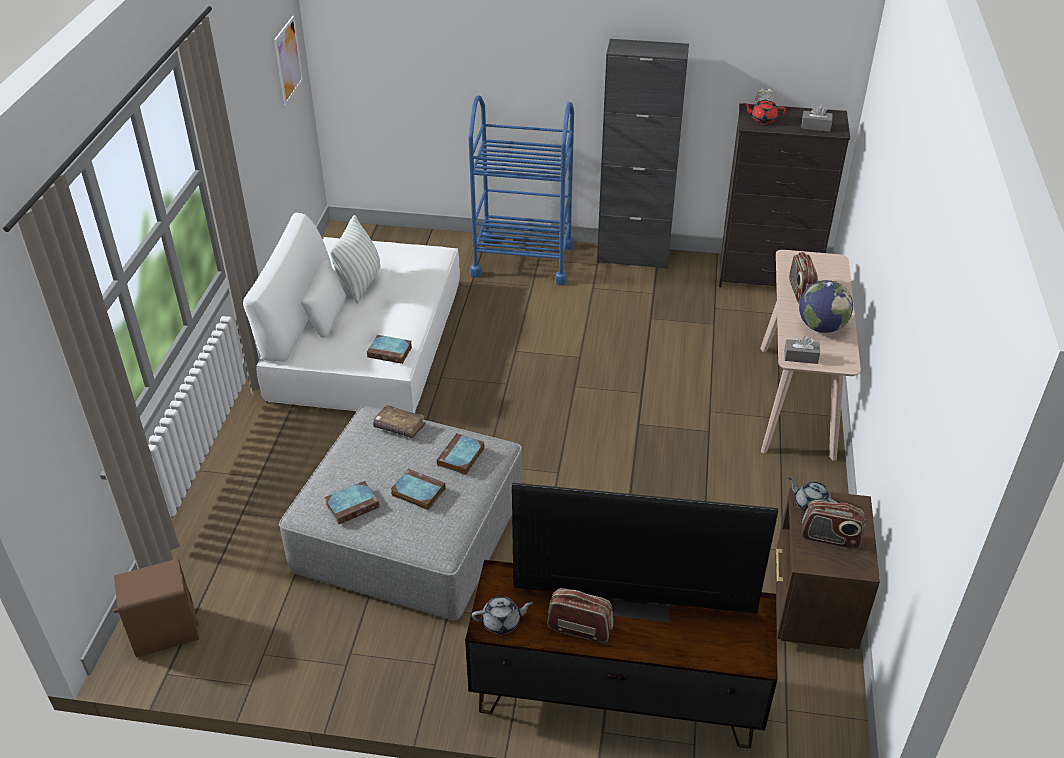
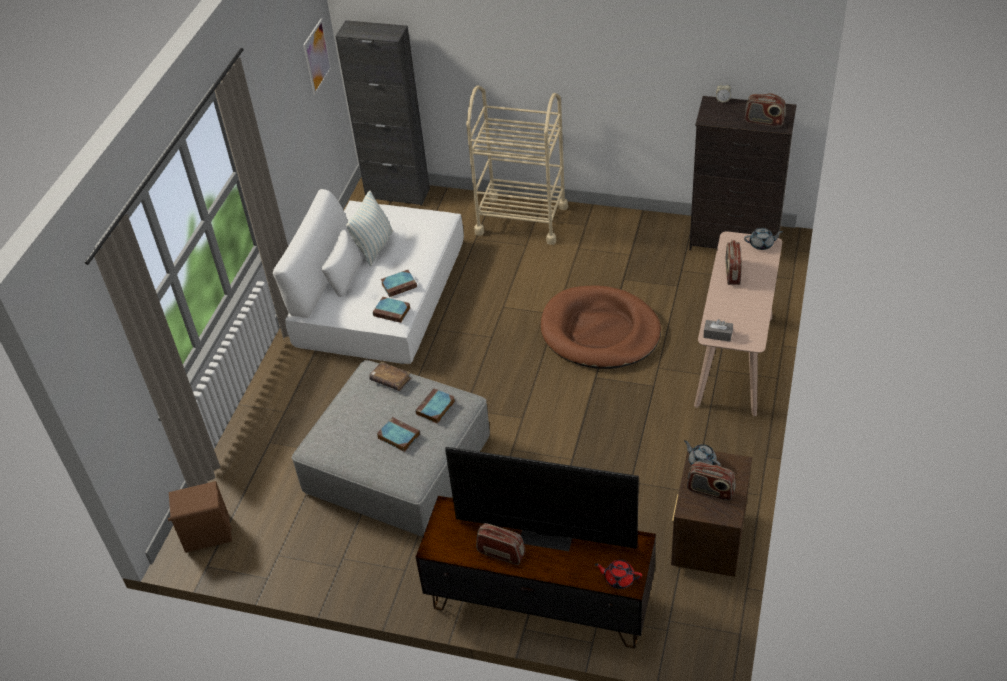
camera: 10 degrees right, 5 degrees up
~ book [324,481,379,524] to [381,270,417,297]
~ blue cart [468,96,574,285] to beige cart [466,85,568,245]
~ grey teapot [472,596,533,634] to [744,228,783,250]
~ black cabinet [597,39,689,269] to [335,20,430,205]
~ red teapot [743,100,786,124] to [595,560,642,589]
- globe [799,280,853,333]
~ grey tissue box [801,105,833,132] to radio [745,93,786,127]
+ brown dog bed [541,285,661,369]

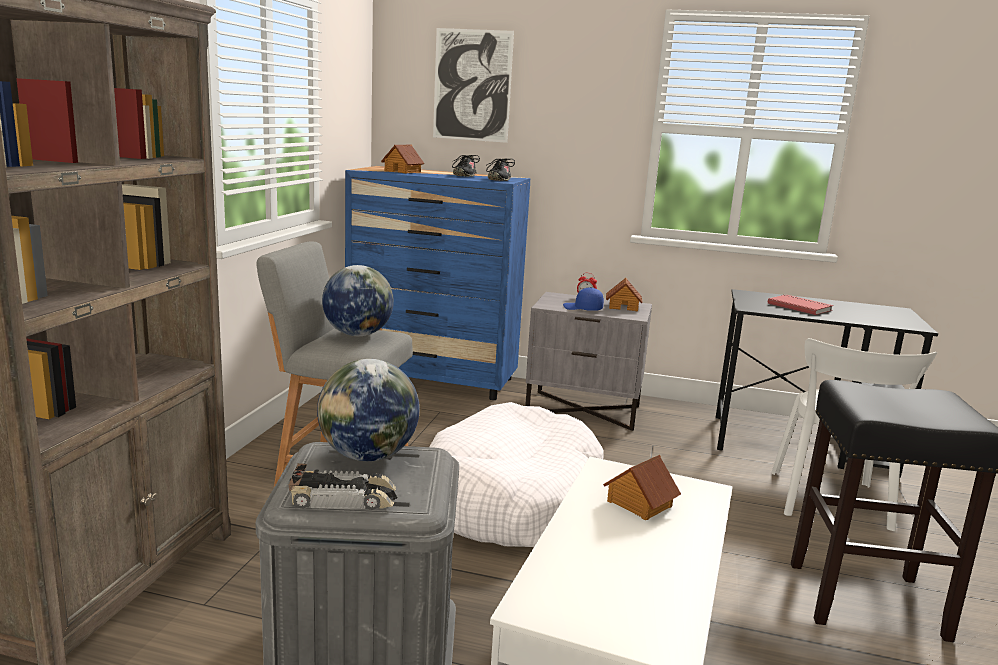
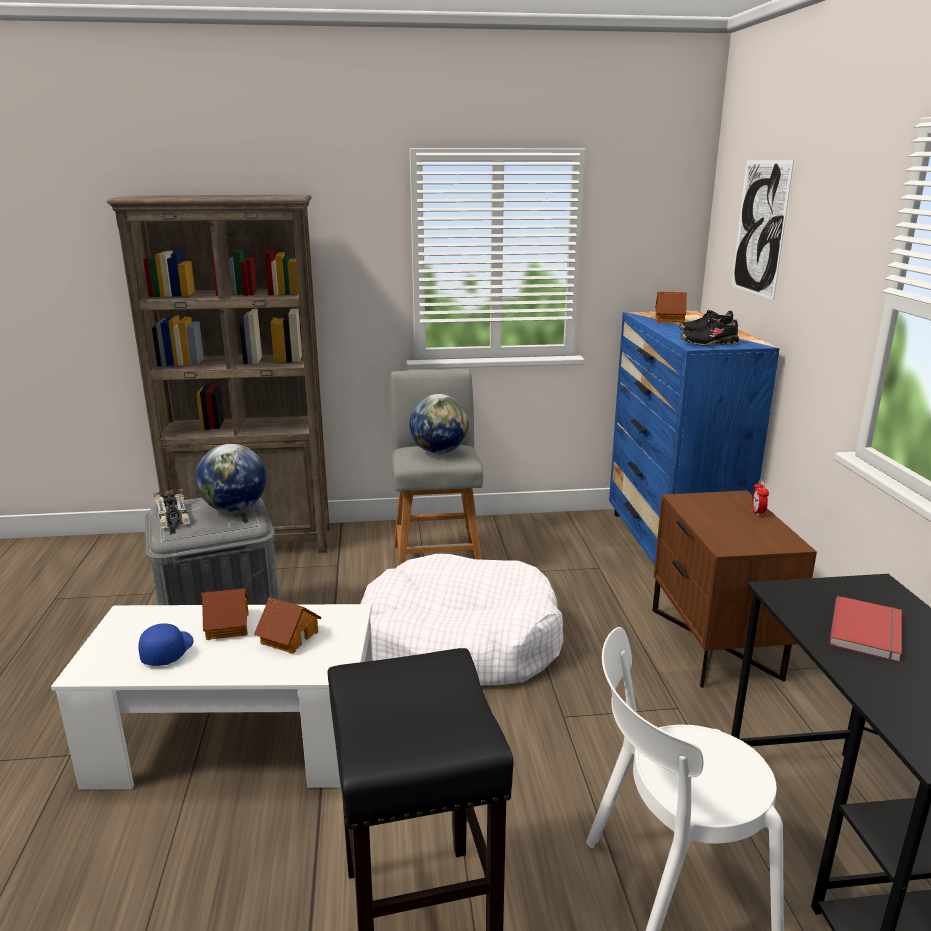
camera: 70 degrees right, 5 degrees up
~ grey nightstand [525,292,652,431] to brown nightstand [652,491,817,688]
~ blue cap [563,287,604,311] to [138,623,194,666]
~ toy house [606,278,643,311] to [201,588,249,640]

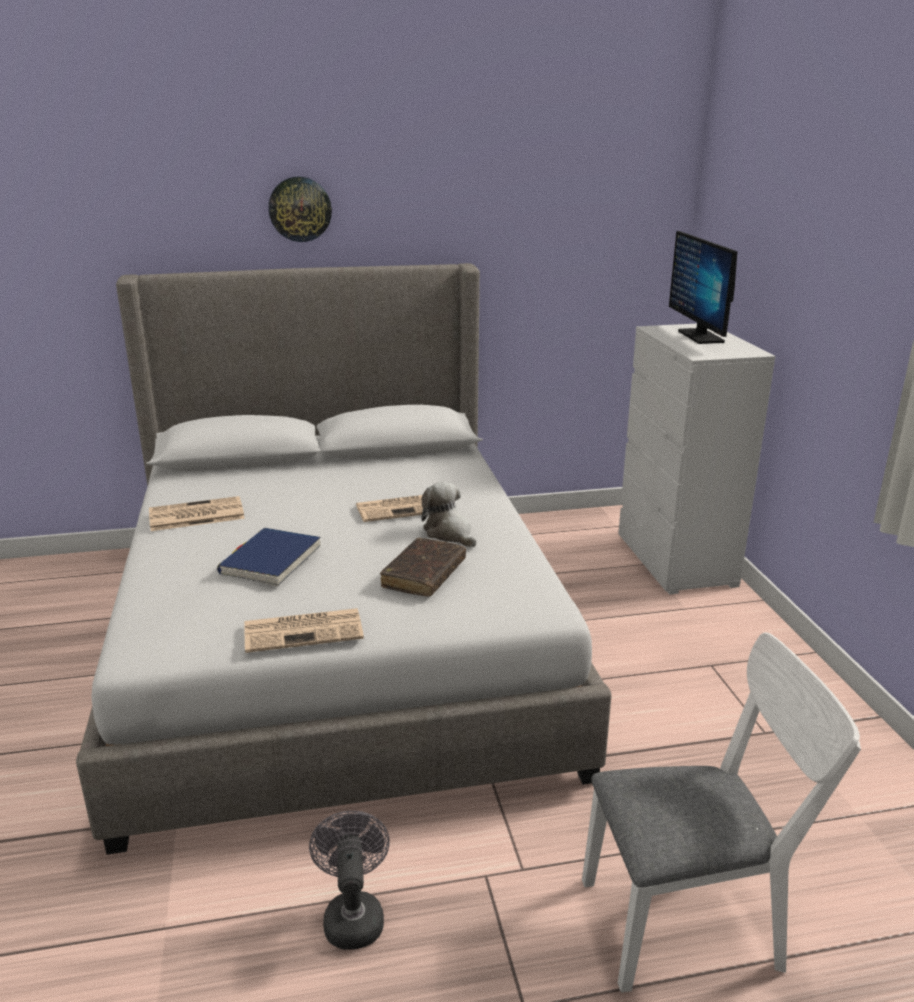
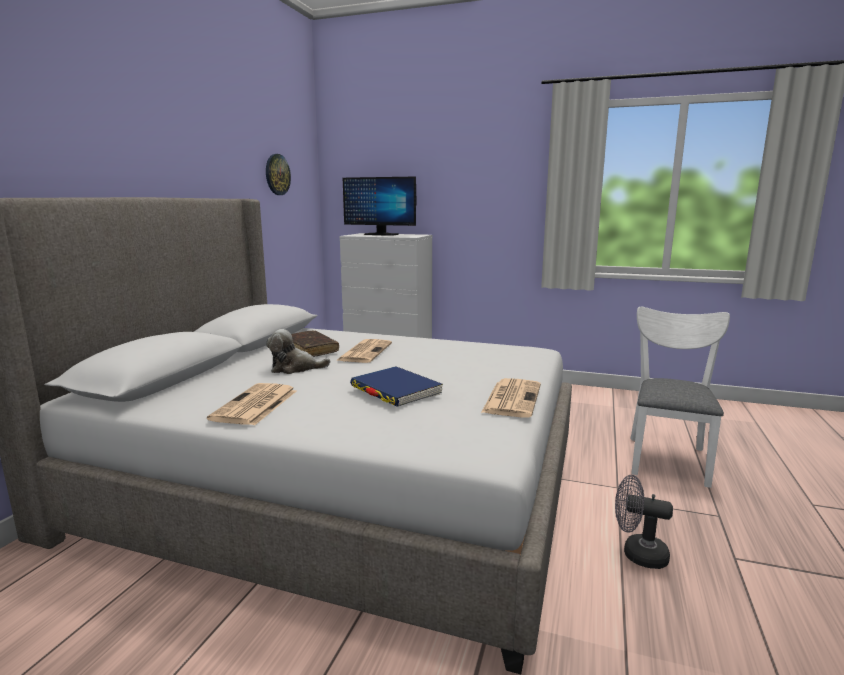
camera: 60 degrees left, 10 degrees down
~ wall clock [269,177,332,242] to [266,154,291,195]
~ brown book [380,538,466,597] to [291,330,339,357]
~ plush toy [421,482,476,547] to [266,329,330,374]

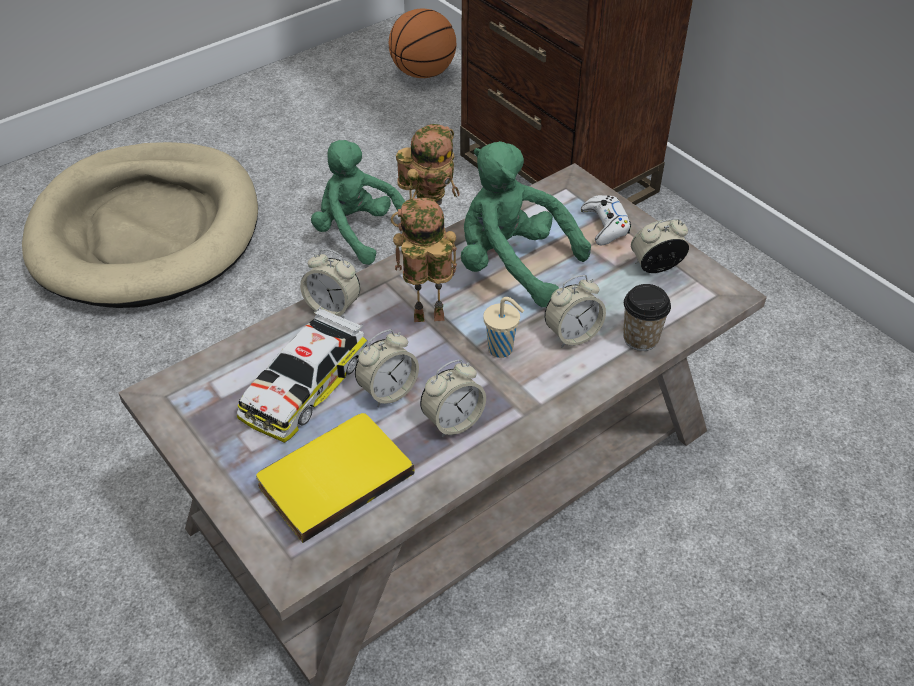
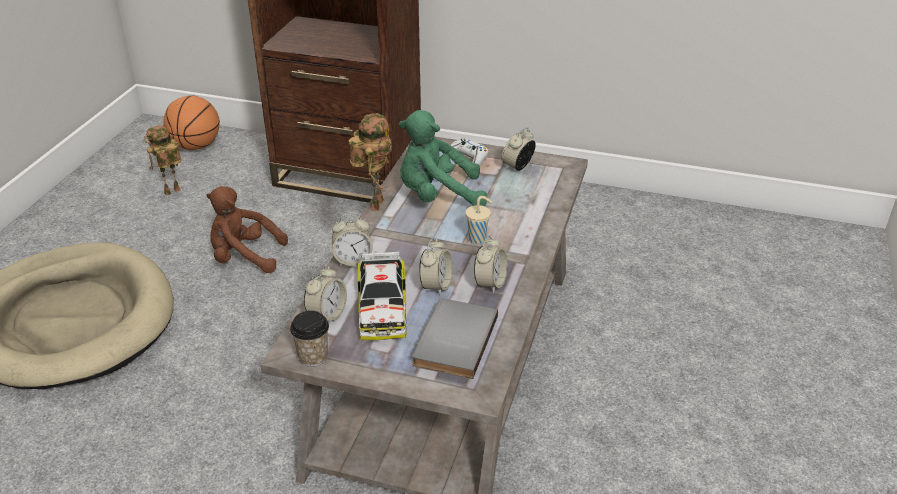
camera: 35 degrees left, 10 degrees down
~ yellow book [256,413,415,543] to grey book [412,299,498,379]
~ green plush toy [311,140,405,265] to brown plush toy [206,186,288,273]
~ toy robot [391,198,457,322] to [144,126,182,196]
~ alarm clock [544,275,606,348] to [304,265,347,321]
~ cup [623,284,671,351] to [290,311,329,367]

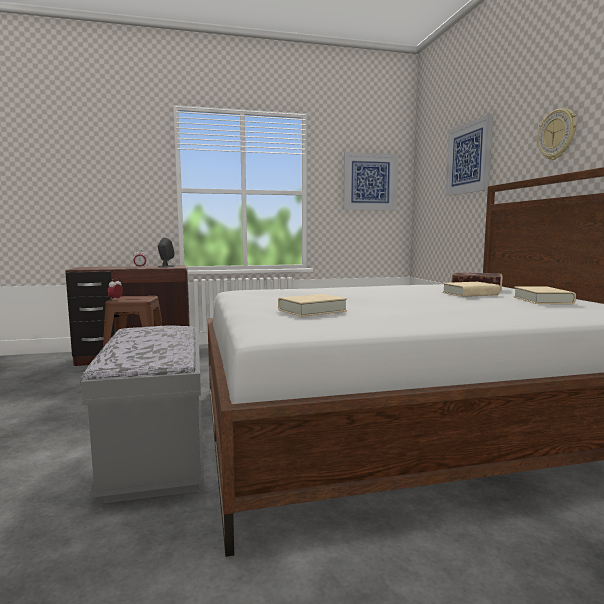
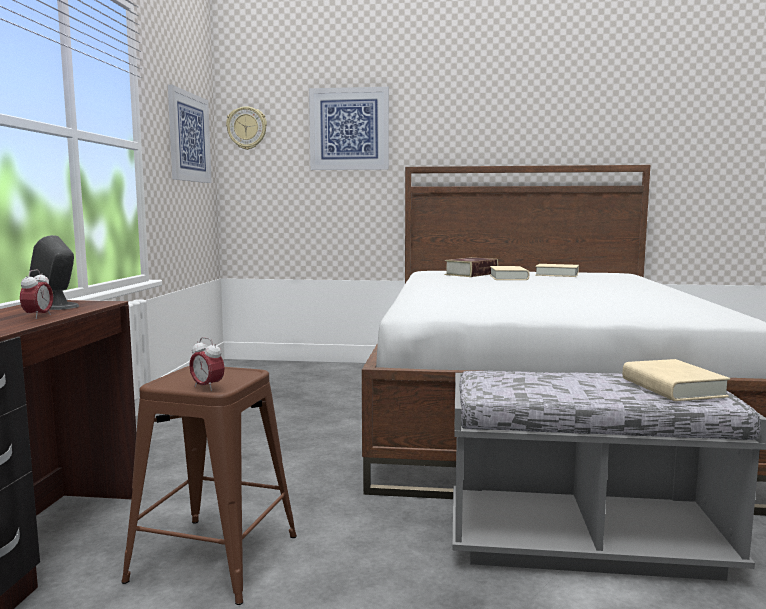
camera: 70 degrees left, 0 degrees up
~ beige book [278,294,347,317] to [623,359,730,401]
~ wall clock [537,109,576,160] to [226,106,267,150]

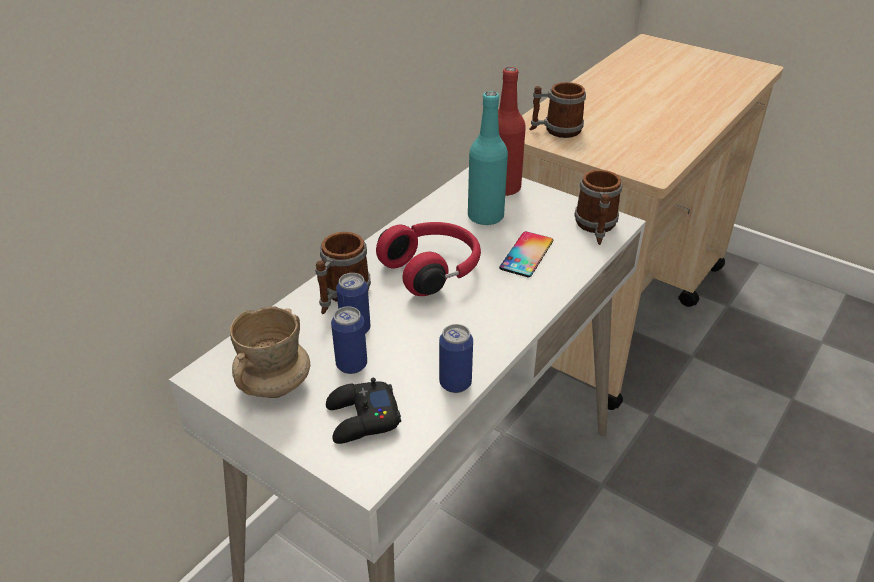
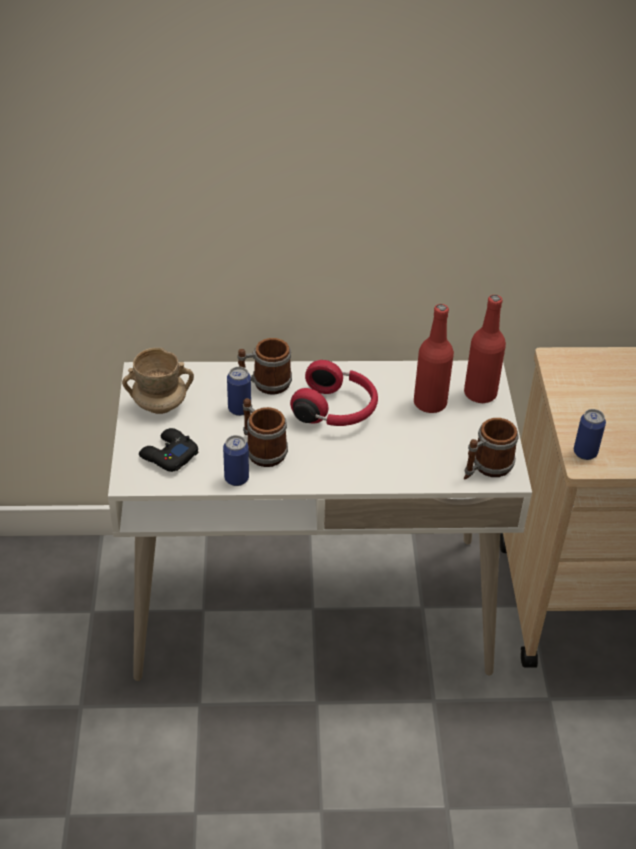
camera: 50 degrees right, 5 degrees up
~ can [331,306,367,374] to [574,409,606,460]
~ turquoise bottle [468,91,508,225] to red bottle [414,304,454,413]
- phone [499,231,553,277]
~ mug [529,82,586,138] to [243,398,288,467]

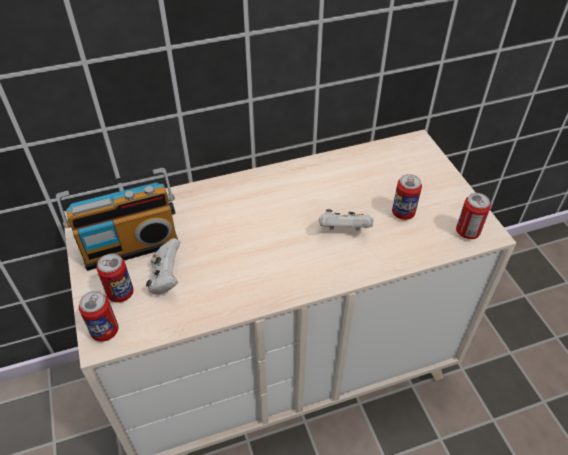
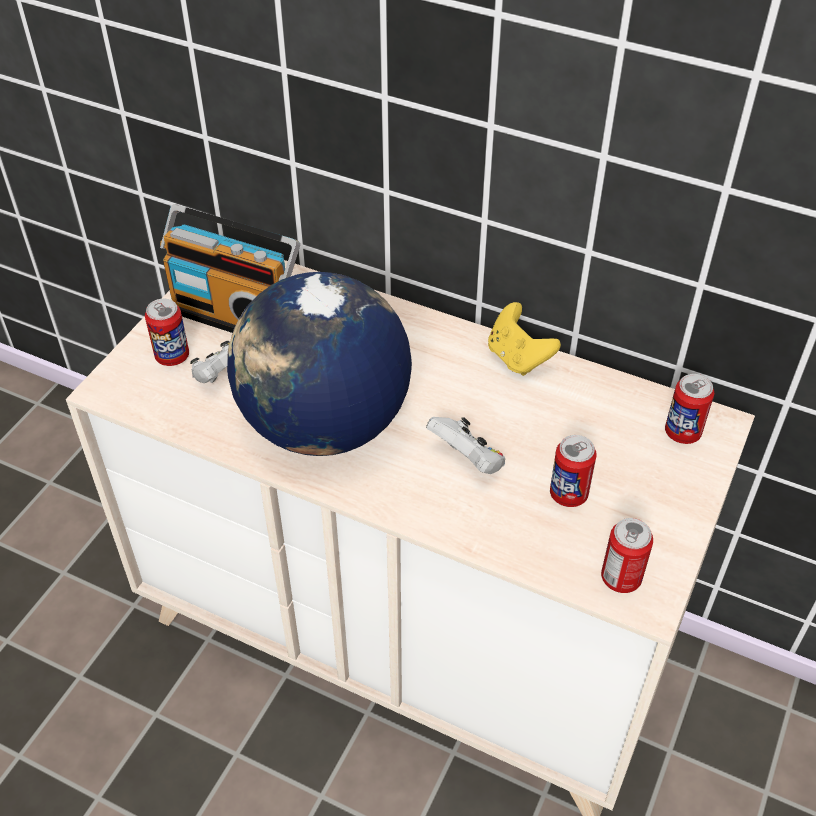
camera: 45 degrees right, 0 degrees up
~ can [79,291,119,342] to [665,374,714,444]
+ globe [227,272,412,456]
+ yellow game controller [488,302,561,376]

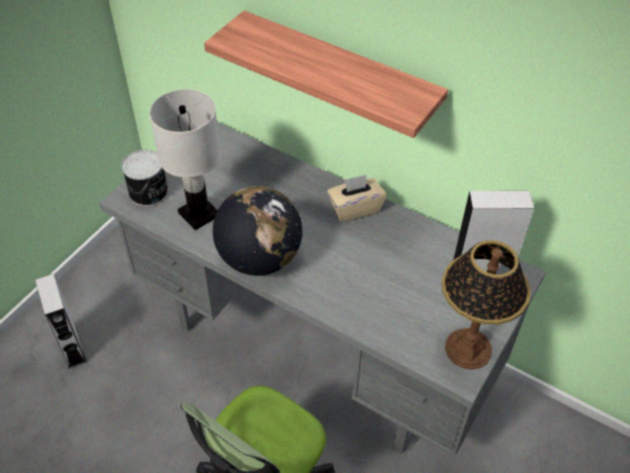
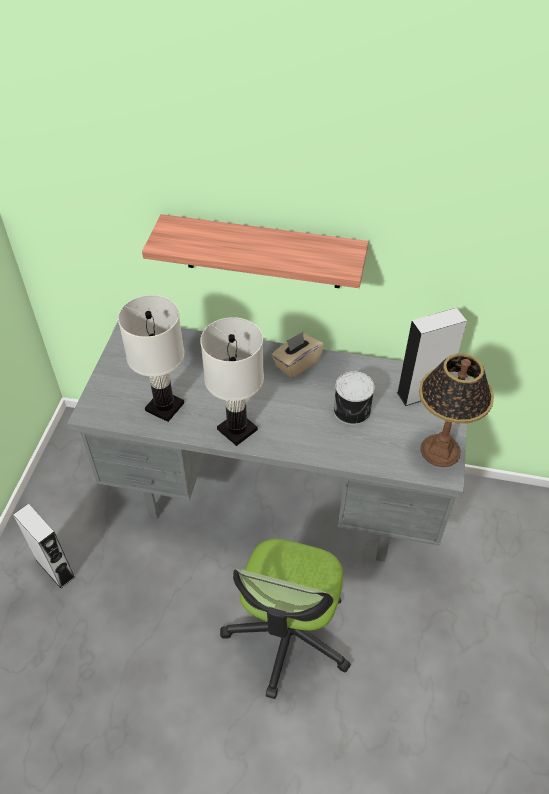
camera: 20 degrees left, 0 degrees up
~ can [122,150,169,207] to [333,371,375,425]
~ globe [213,186,303,276] to white table lamp [200,317,264,446]

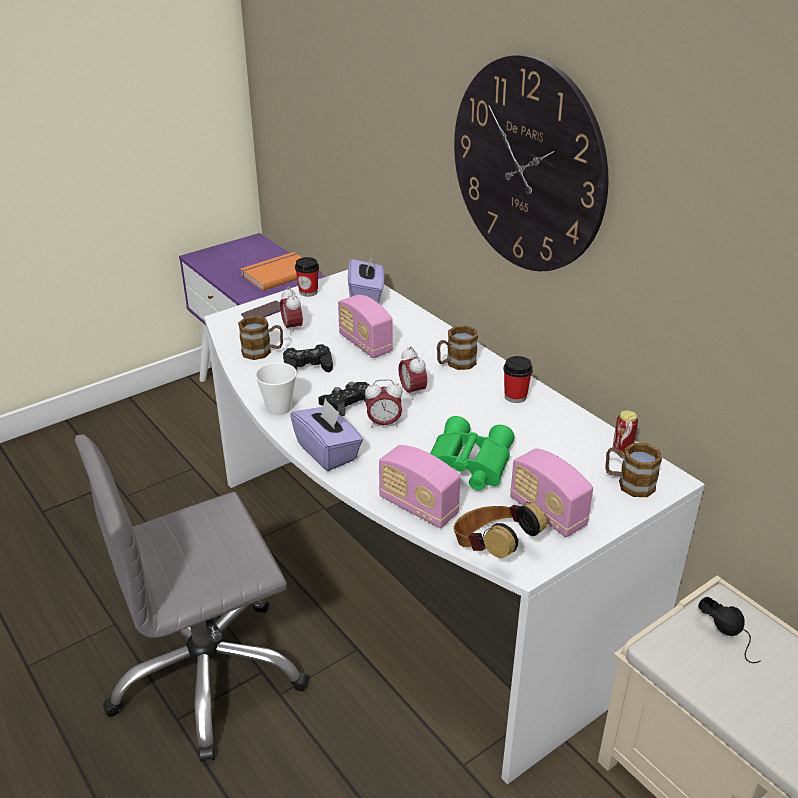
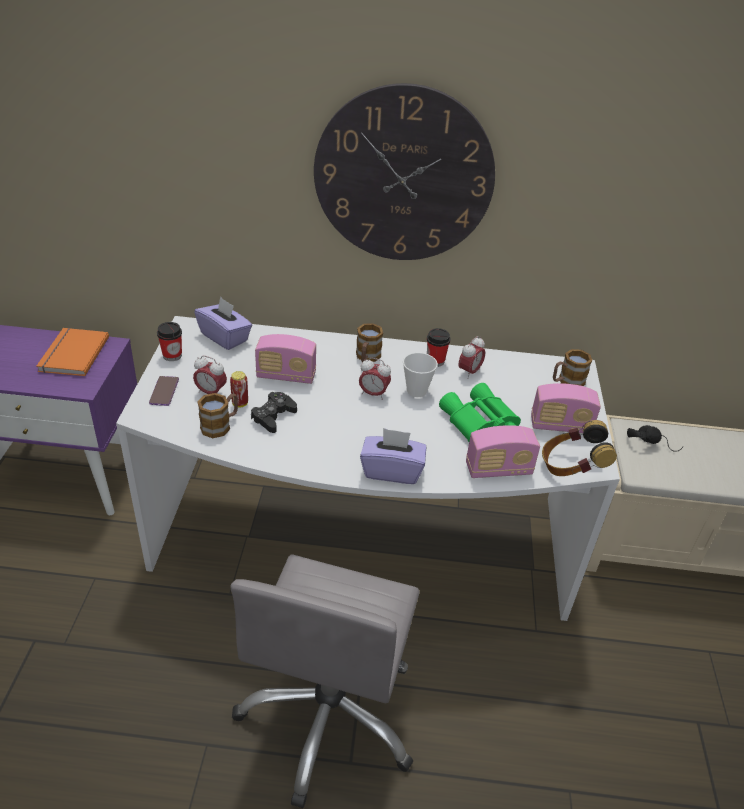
camera: 50 degrees left, 5 degrees up
~ cup [255,362,297,416] to [403,352,438,397]
- black game controller [318,382,369,416]
~ alarm clock [365,379,403,428] to [459,336,485,379]
~ can [613,411,638,454] to [230,371,248,407]

